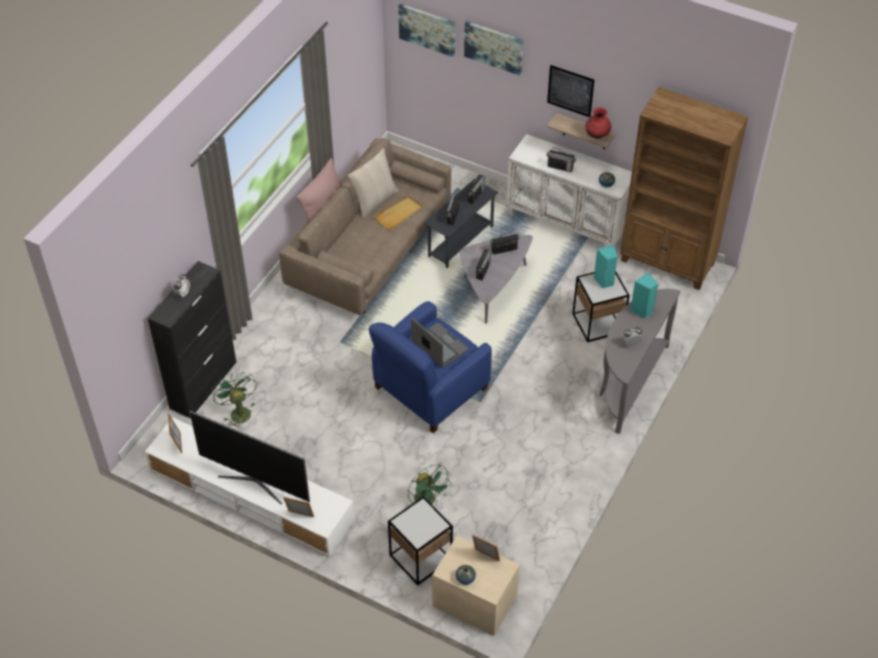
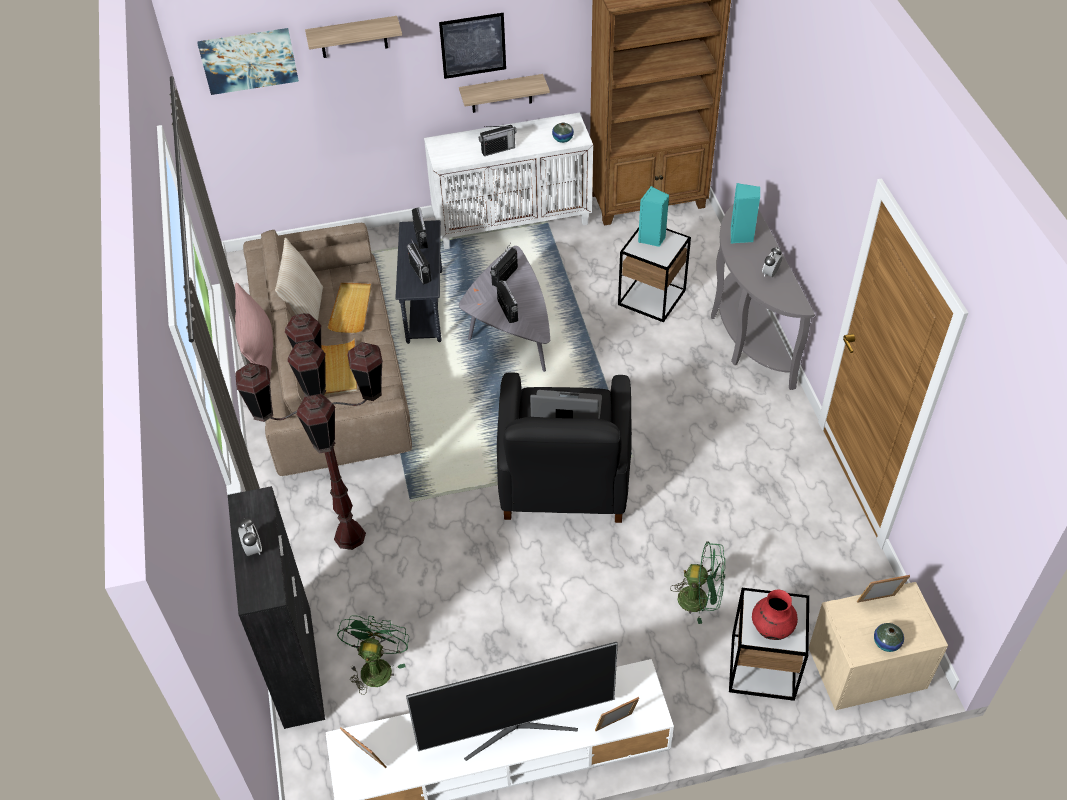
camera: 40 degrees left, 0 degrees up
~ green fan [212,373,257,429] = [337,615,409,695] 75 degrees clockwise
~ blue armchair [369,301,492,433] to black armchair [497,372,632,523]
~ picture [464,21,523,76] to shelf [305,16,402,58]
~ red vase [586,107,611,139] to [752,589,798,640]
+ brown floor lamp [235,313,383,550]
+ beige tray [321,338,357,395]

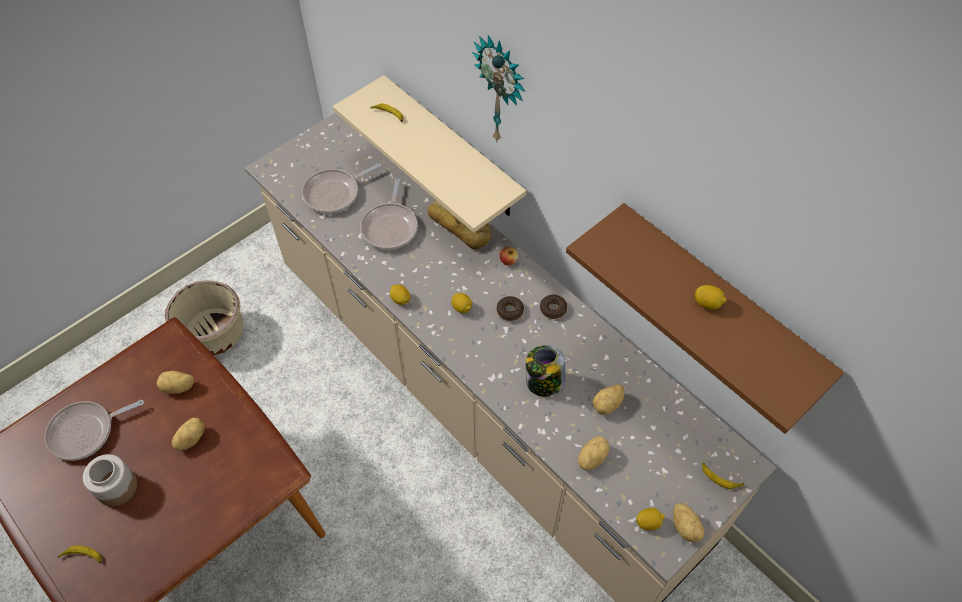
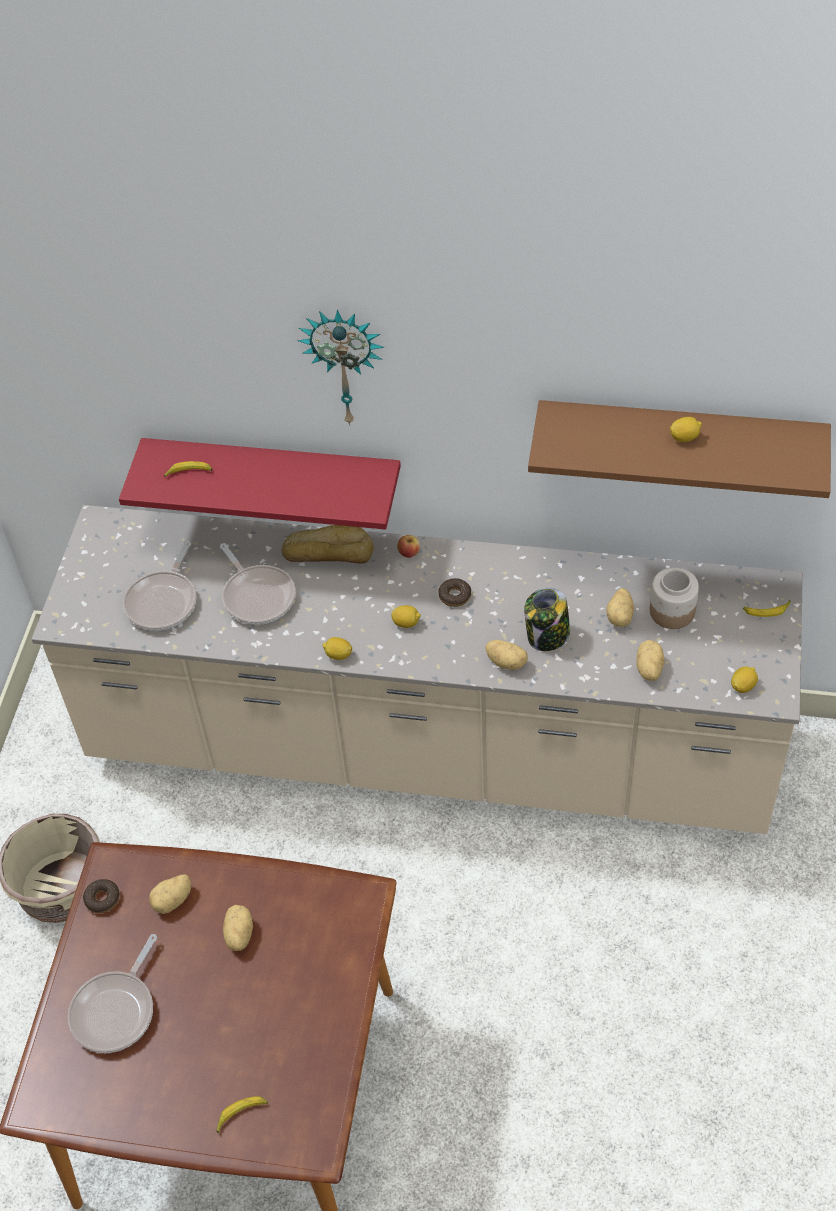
camera: 35 degrees left, 5 degrees down
~ jar [83,454,137,506] to [650,567,699,629]
~ beige shelf [333,75,526,233] to red shelf [119,438,401,530]
~ donut [540,295,567,319] to [83,879,120,913]
~ potato [673,503,705,543] to [485,640,528,670]

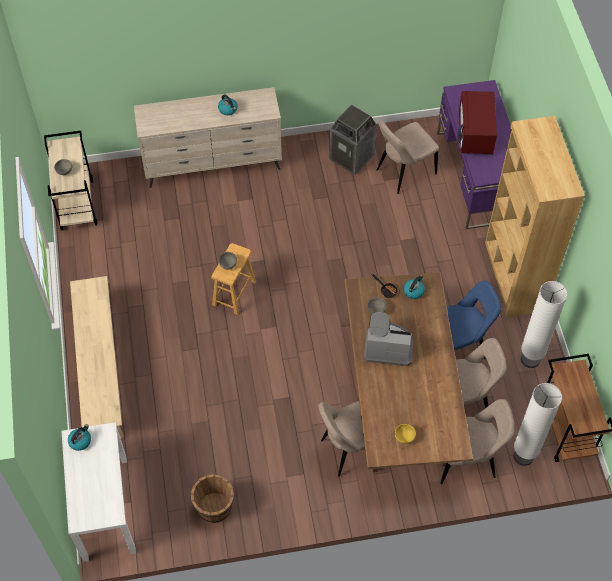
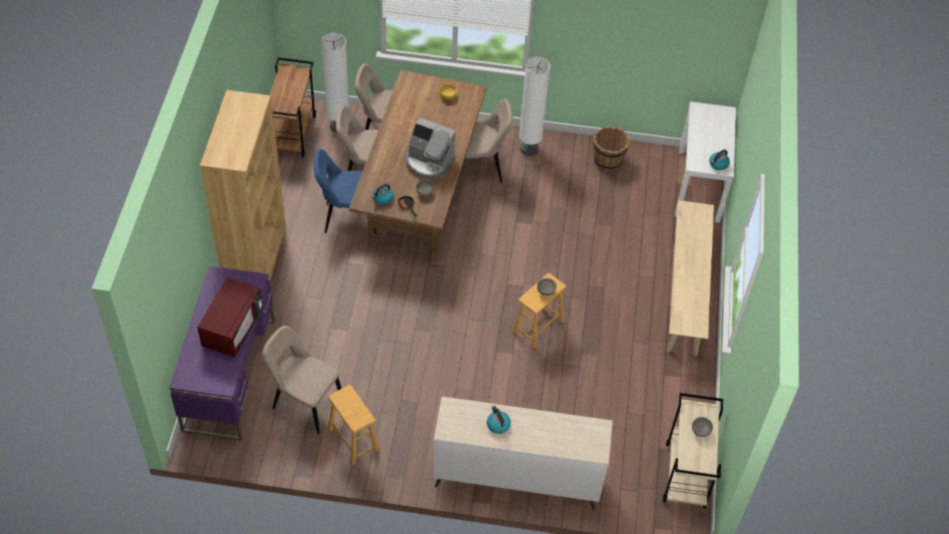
camera: 165 degrees left, 5 degrees down
~ trash can [329,104,377,175] to brown stool [328,385,380,465]
~ beige chair [377,120,439,194] = [262,326,341,434] 135 degrees counterclockwise
~ white floor lamp [521,281,568,368] to [519,57,551,156]

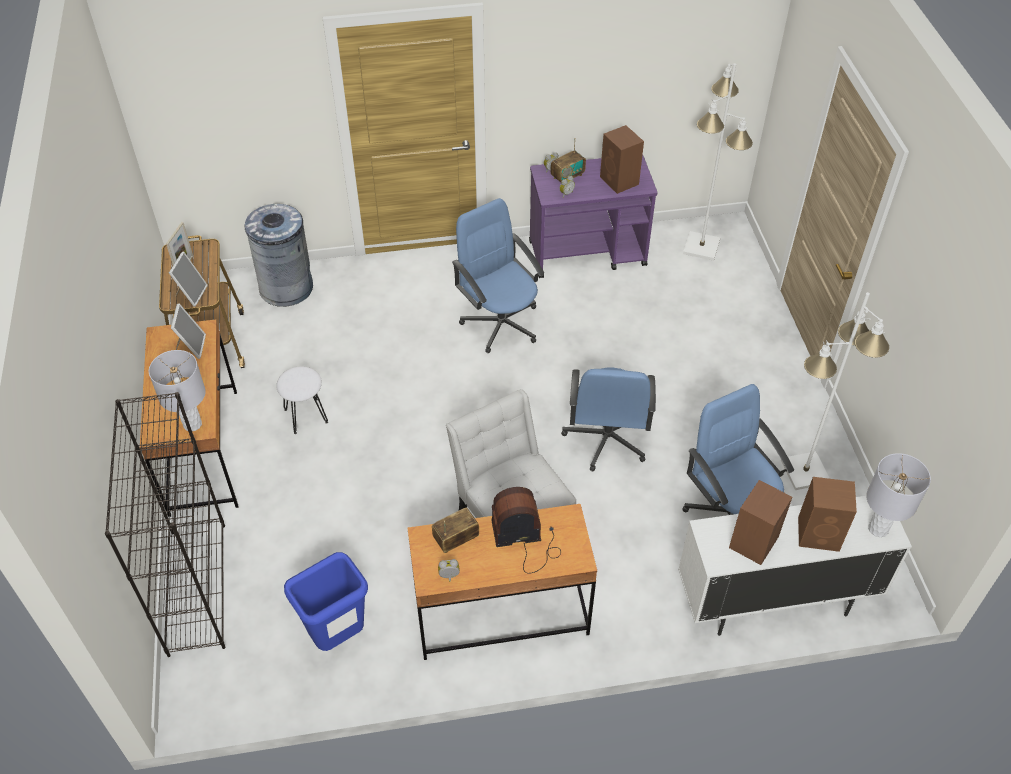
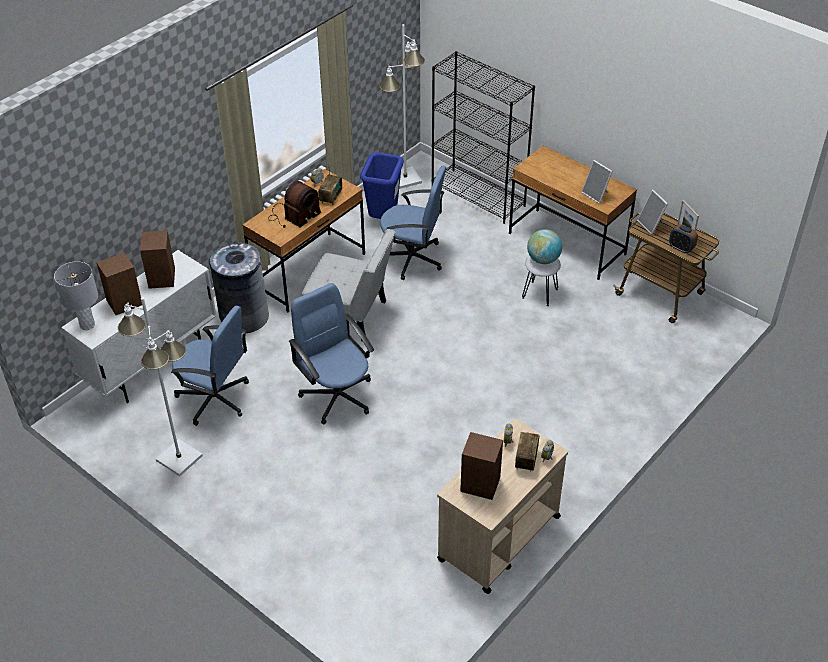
camera: 140 degrees right, 5 degrees down
- grey table lamp [149,350,206,431]
~ grey trash can [245,204,313,307] to [209,243,269,334]
~ blue office chair [452,198,544,353] to [380,166,446,280]
~ purple cart [529,155,658,278] to beige cart [437,419,568,594]
~ white floor lamp [683,63,753,261] to [379,24,425,189]
+ globe [527,229,562,264]
+ alarm clock [669,224,698,253]

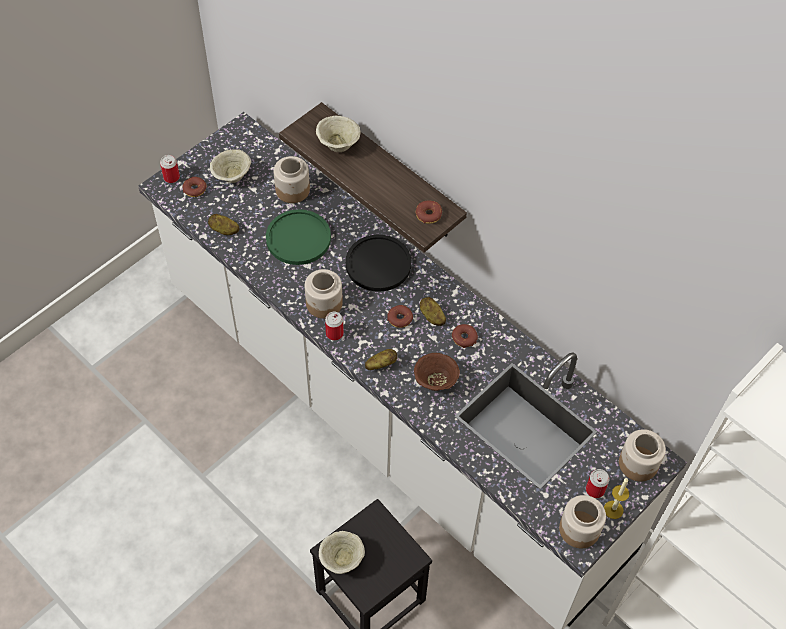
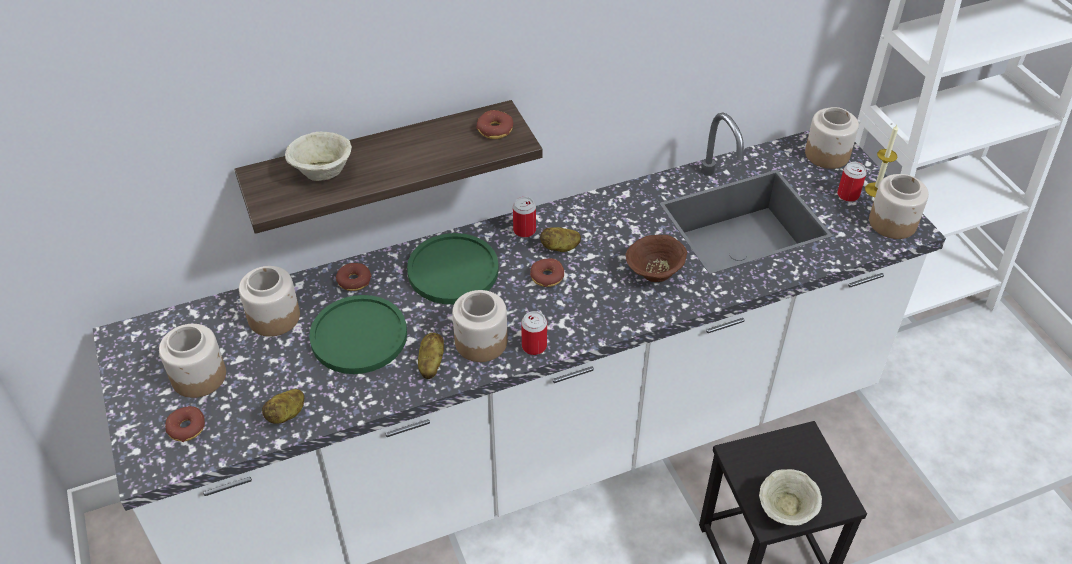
camera: 65 degrees left, 10 degrees down
~ can [160,155,180,183] to [513,197,536,238]
~ beige bowl [210,149,251,183] to jar [159,324,226,398]
~ black plate [346,235,411,292] to green plate [407,233,499,304]
~ potato [365,349,397,370] to [418,333,444,379]
~ donut [452,324,478,348] to [336,263,372,291]

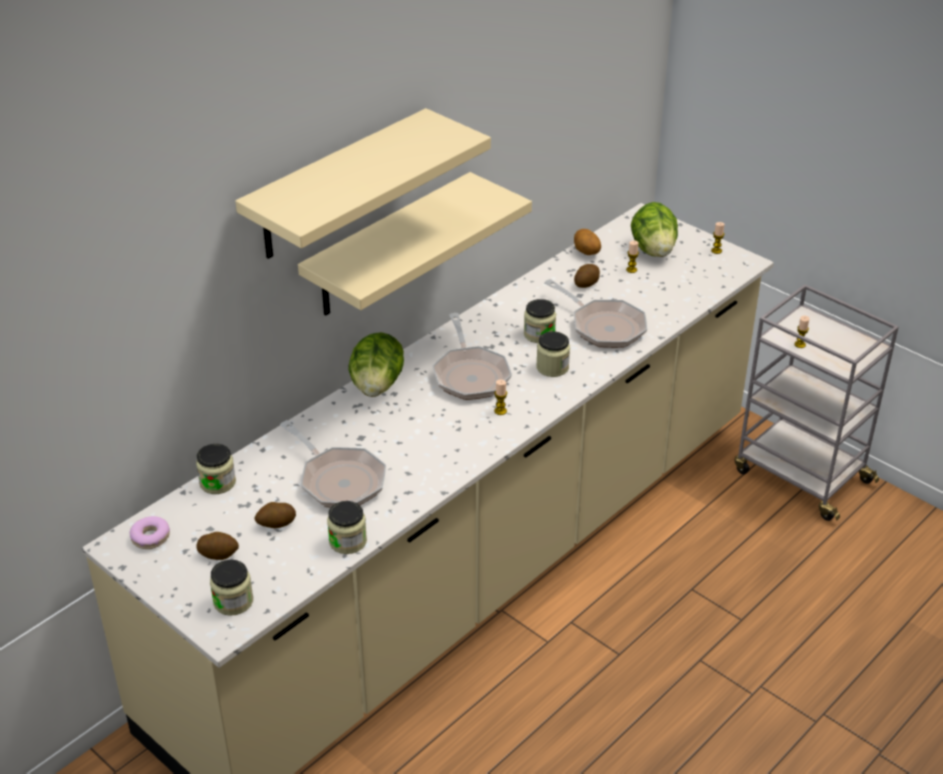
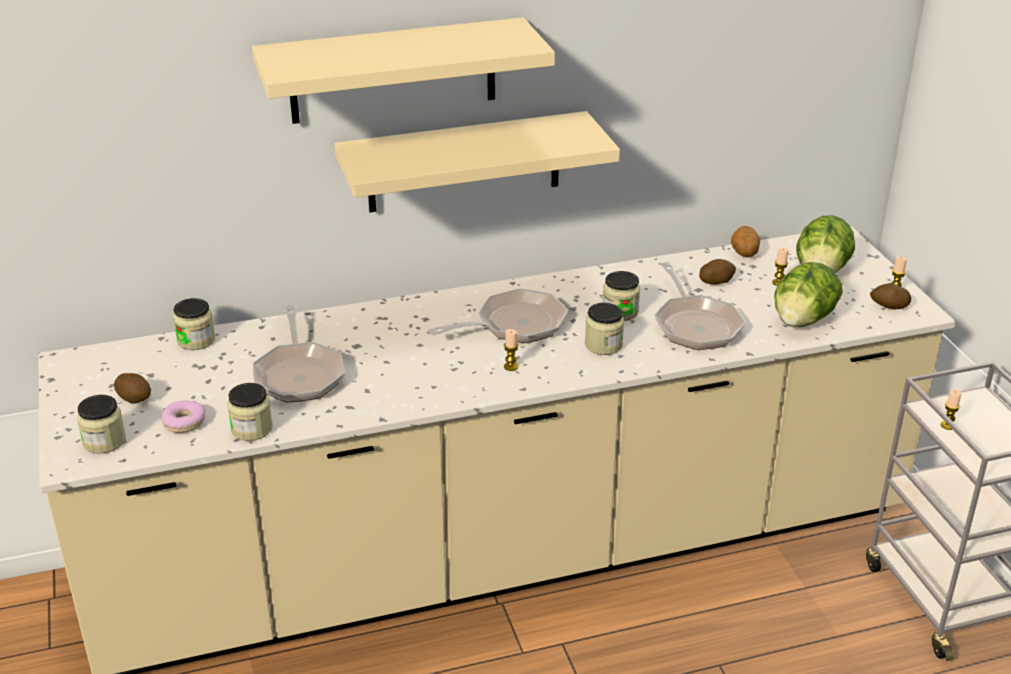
camera: 30 degrees right, 5 degrees down
~ donut [130,516,170,549] to [161,401,206,433]
~ potato [254,502,296,528] to [870,283,911,309]
~ lettuce [348,332,404,397] to [774,262,843,327]
~ frying pan [432,313,512,400] = [428,288,568,343] 135 degrees counterclockwise

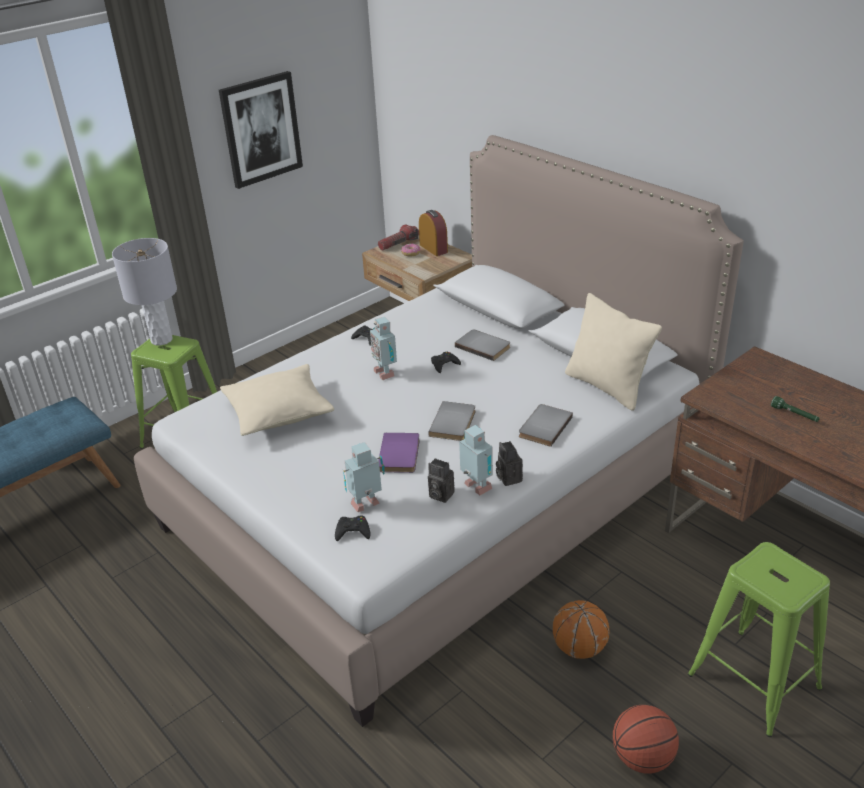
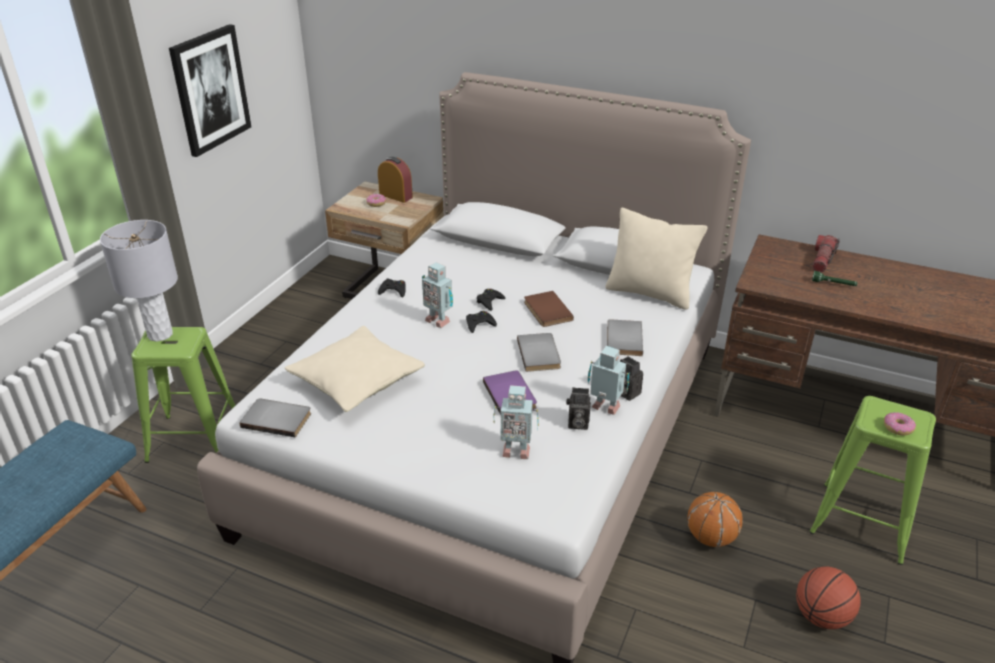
camera: 25 degrees left, 0 degrees up
~ black game controller [335,516,371,541] to [466,311,497,333]
~ toy robot [343,442,385,512] = [493,385,539,459] 120 degrees counterclockwise
~ flashlight [378,224,419,251] to [812,235,840,272]
~ grey book [455,329,510,361] to [239,399,311,438]
+ brown book [524,291,574,327]
+ donut [884,412,916,435]

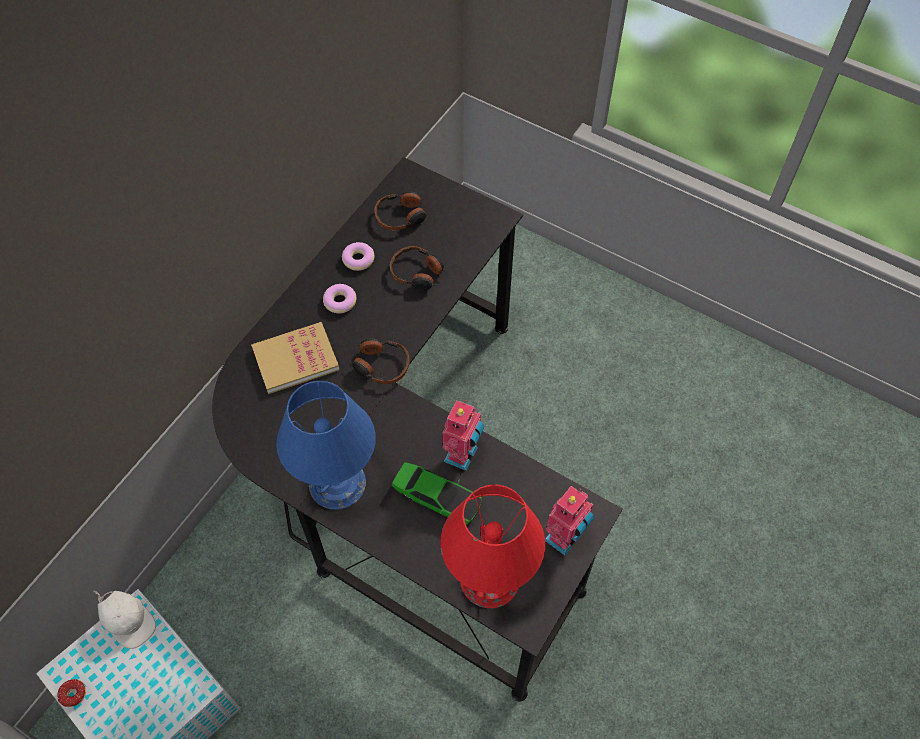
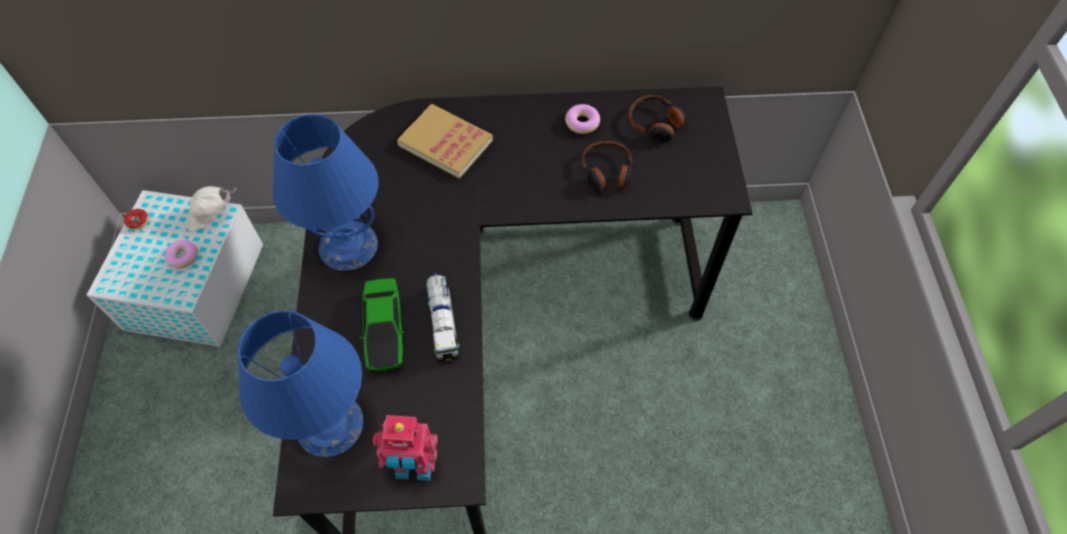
camera: 55 degrees right, 0 degrees up
~ white cap [93,591,156,649] = [186,186,237,232] 60 degrees clockwise
~ donut [323,284,356,313] to [165,240,198,268]
- headphones [349,338,410,384]
~ red table lamp [440,484,545,608] to blue table lamp [238,310,363,457]
~ toy robot [443,400,484,471] to toy truck [426,273,459,362]

